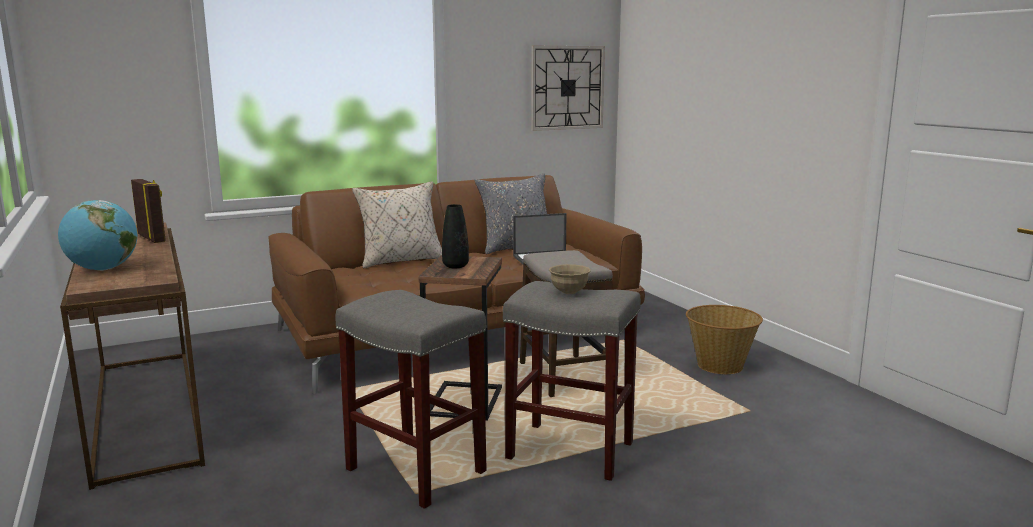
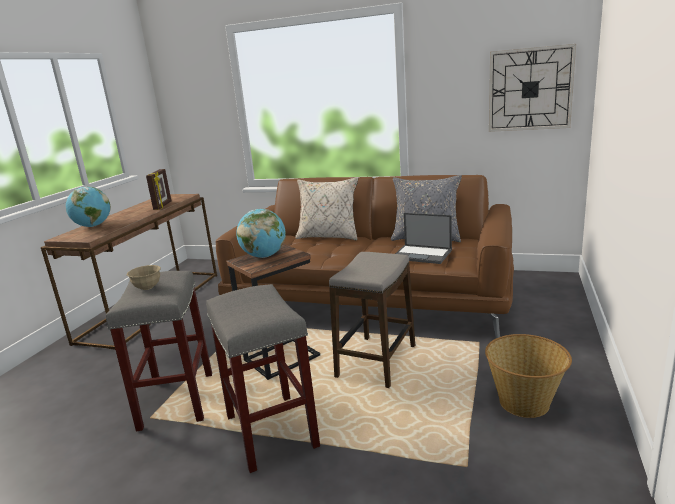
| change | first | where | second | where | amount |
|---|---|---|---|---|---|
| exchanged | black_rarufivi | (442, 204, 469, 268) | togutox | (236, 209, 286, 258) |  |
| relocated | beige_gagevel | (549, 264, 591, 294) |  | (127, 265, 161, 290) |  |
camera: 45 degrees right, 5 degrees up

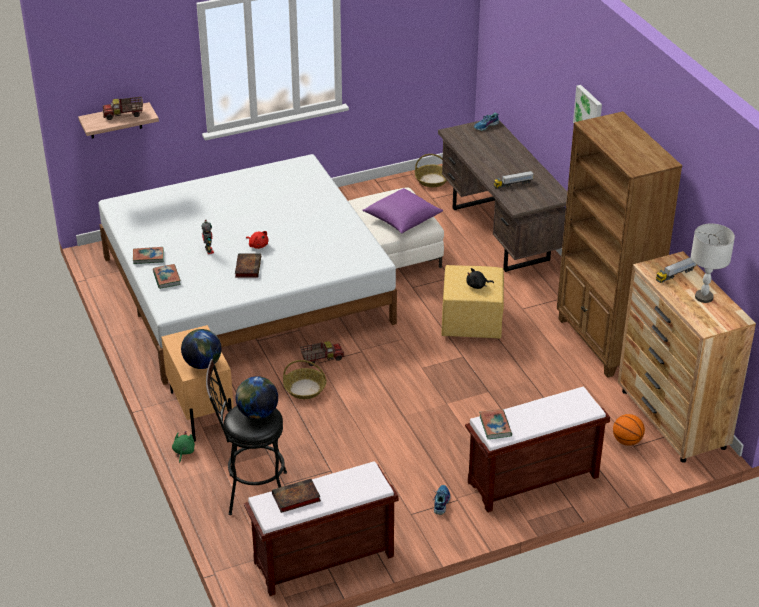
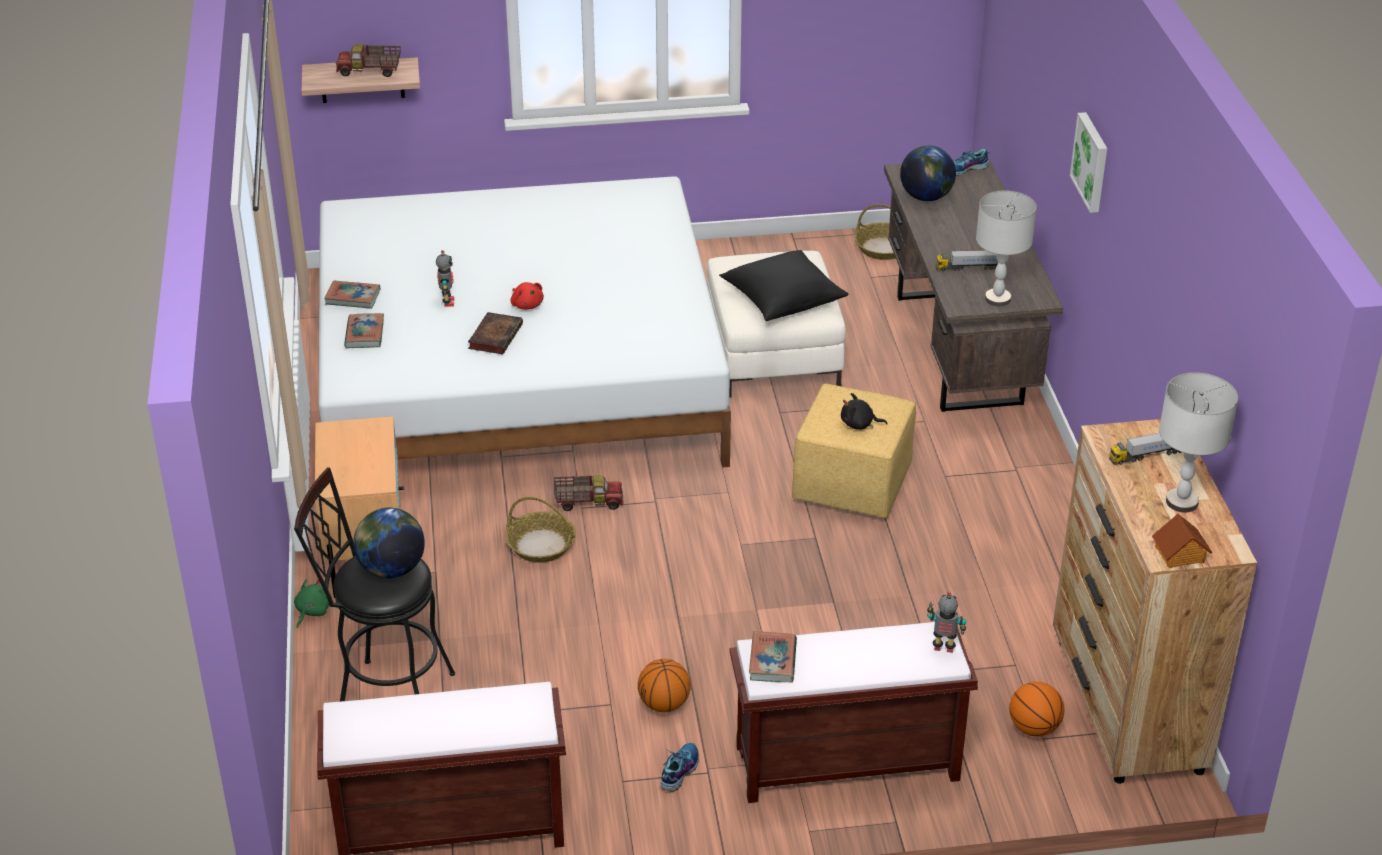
| change | first | where | second | where | amount |
|---|---|---|---|---|---|
| missing | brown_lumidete | (557, 111, 682, 378) |  |  |  |
| colour | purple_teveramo | (362, 188, 443, 234) | black_teveramo | (719, 250, 848, 321) |  |
| relocated | togutox | (181, 329, 221, 369) |  | (900, 146, 956, 201) |  |
| missing | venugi | (272, 479, 321, 513) |  |  |  |
| appeared |  |  | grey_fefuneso | (976, 190, 1037, 306) |  |
| appeared |  |  | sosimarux | (1152, 513, 1213, 569) |  |
| appeared |  |  | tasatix | (927, 592, 966, 653) |  |
| appeared |  |  | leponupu | (638, 659, 691, 713) |  |
camera: 15 degrees right, 0 degrees up

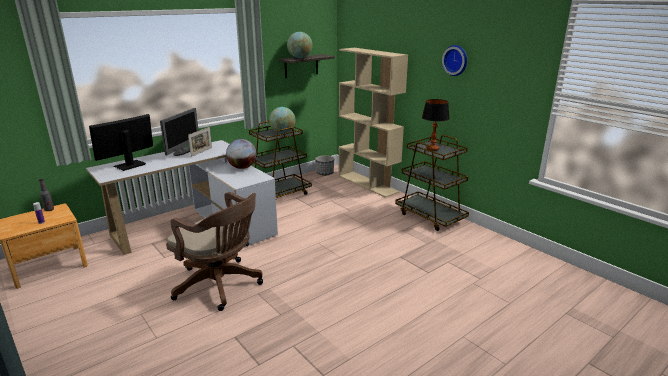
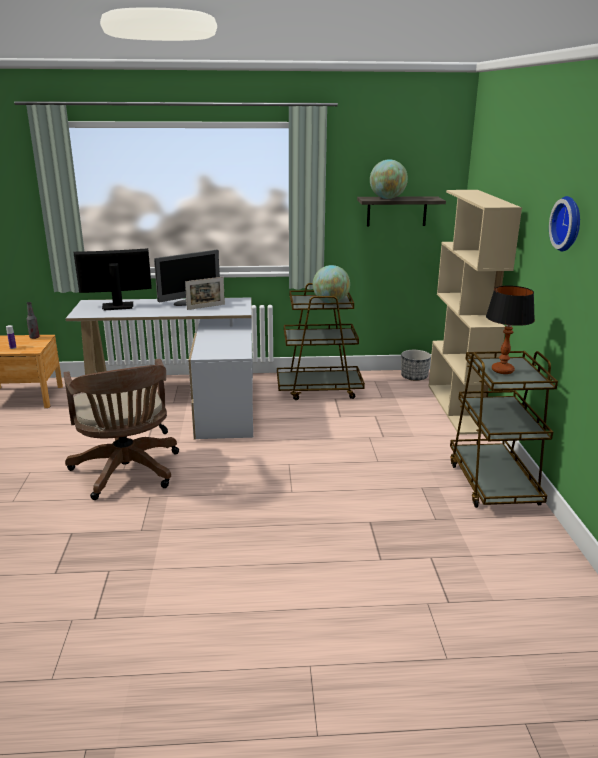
| change | first | where | second | where | amount |
|---|---|---|---|---|---|
| missing | togutox | (226, 139, 256, 169) |  |  |  |
camera: 35 degrees right, 0 degrees up

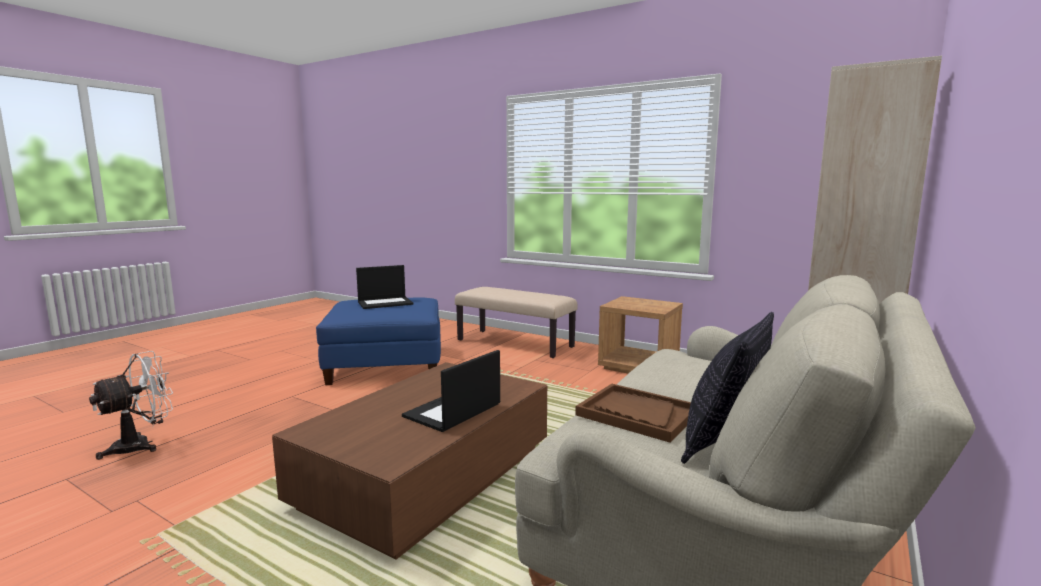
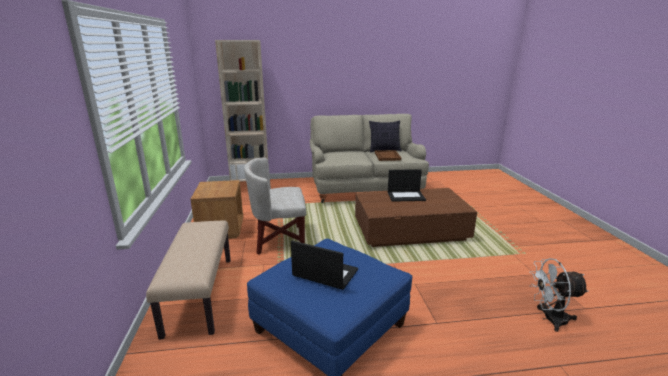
| change | first | where | second | where | amount |
|---|---|---|---|---|---|
| appeared |  |  | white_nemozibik | (244, 158, 306, 255) |  |
camera: 130 degrees left, 10 degrees up

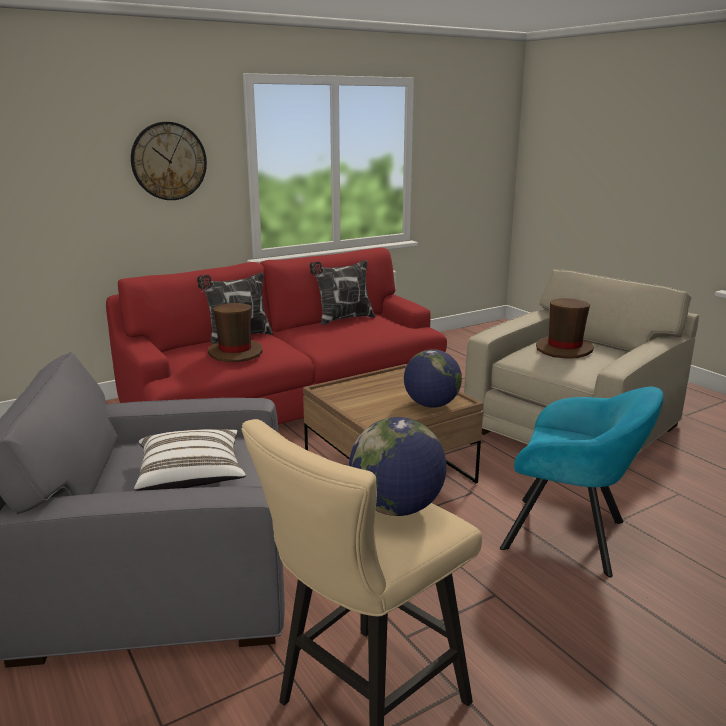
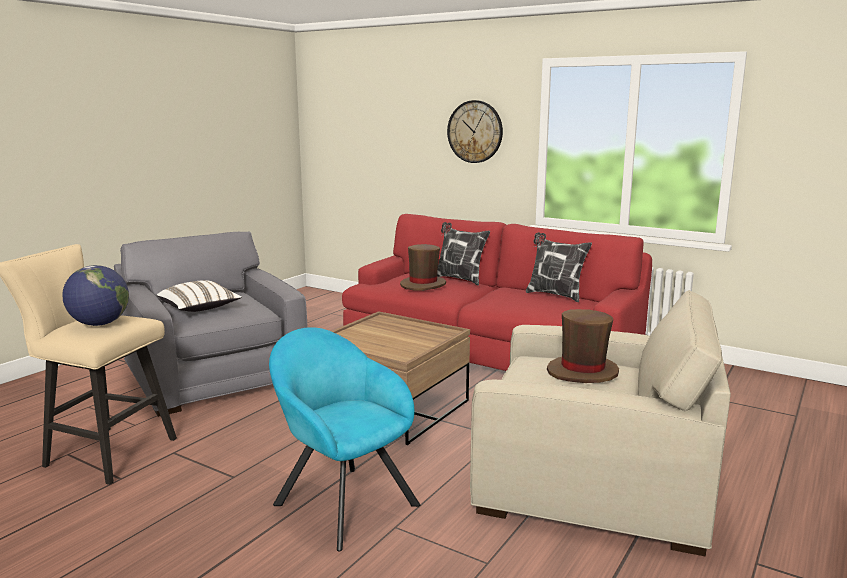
| change | first | where | second | where | amount |
|---|---|---|---|---|---|
| missing | togutox | (404, 349, 462, 408) |  |  |  |
| spun | turquoise_nemozibik | (500, 387, 663, 577) |  | (269, 327, 420, 551) | 135 degrees clockwise |
camera: 65 degrees right, 5 degrees down

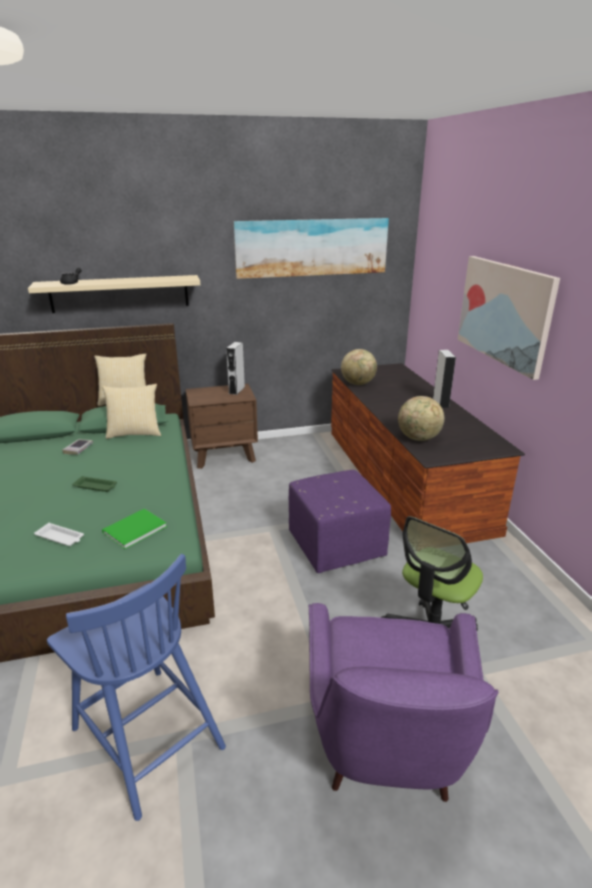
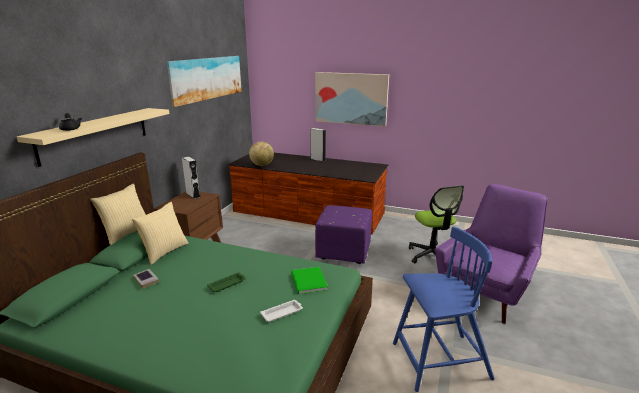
| change | first | where | second | where | amount |
|---|---|---|---|---|---|
| missing | togutox | (398, 396, 444, 441) |  |  |  |
| spun | purple_nemozibik | (309, 603, 499, 802) |  | (435, 184, 548, 324) | 90 degrees counterclockwise |
camera: 55 degrees left, 5 degrees down

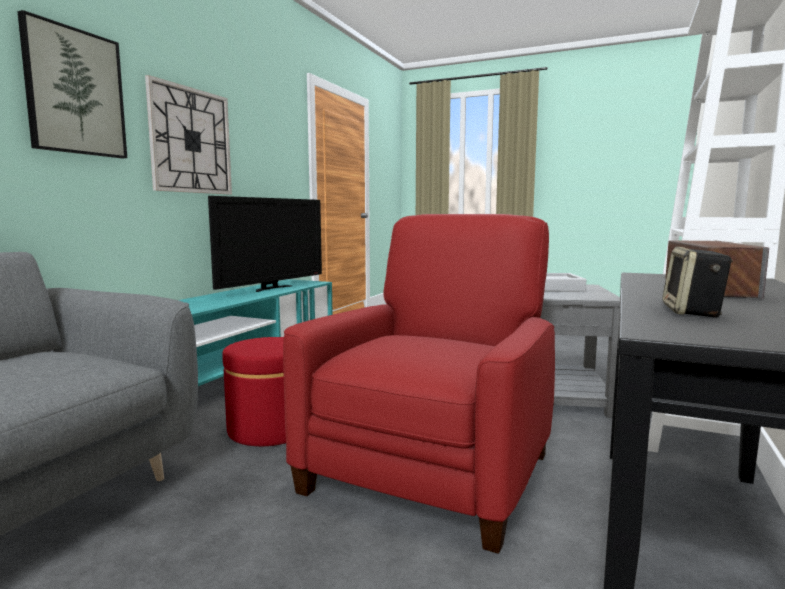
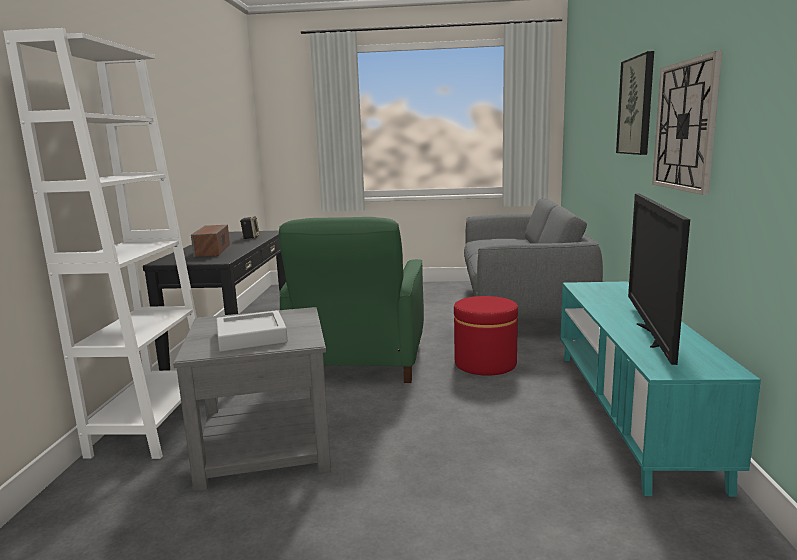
| change | first | where | second | where | amount |
|---|---|---|---|---|---|
| colour | red_nemozibik | (283, 214, 555, 554) | green_nemozibik | (279, 217, 424, 383) |  |
camera: 160 degrees right, 5 degrees up

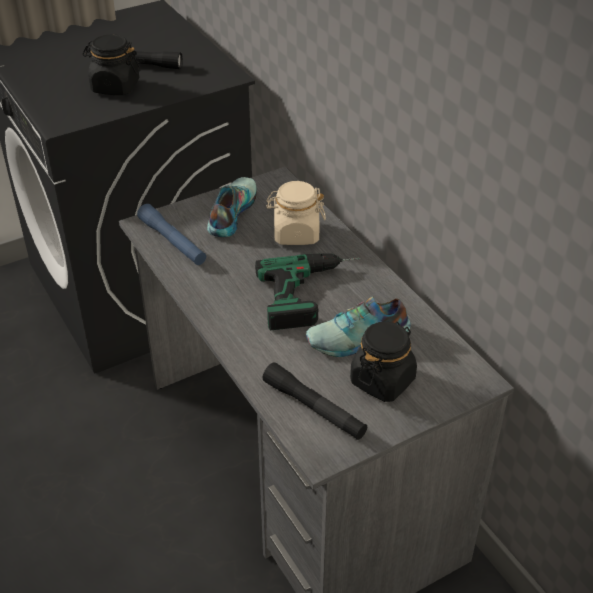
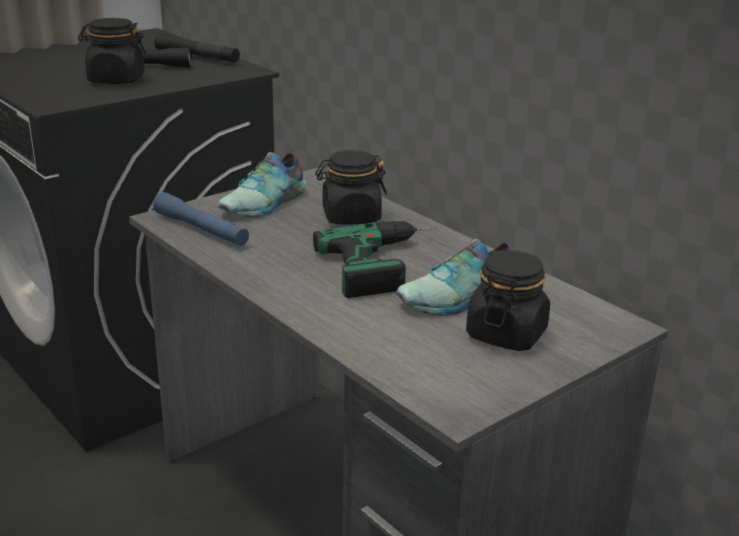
| change | first | where | second | where | amount |
|---|---|---|---|---|---|
| spun | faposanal | (207, 177, 257, 237) |  | (218, 152, 307, 217) | 150 degrees counterclockwise |
| colour | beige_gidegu | (266, 181, 326, 245) | black_gidegu | (315, 150, 387, 225) |  |
| relocated | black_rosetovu | (263, 362, 367, 440) |  | (154, 32, 240, 63) |  |
camera: 10 degrees left, 15 degrees down

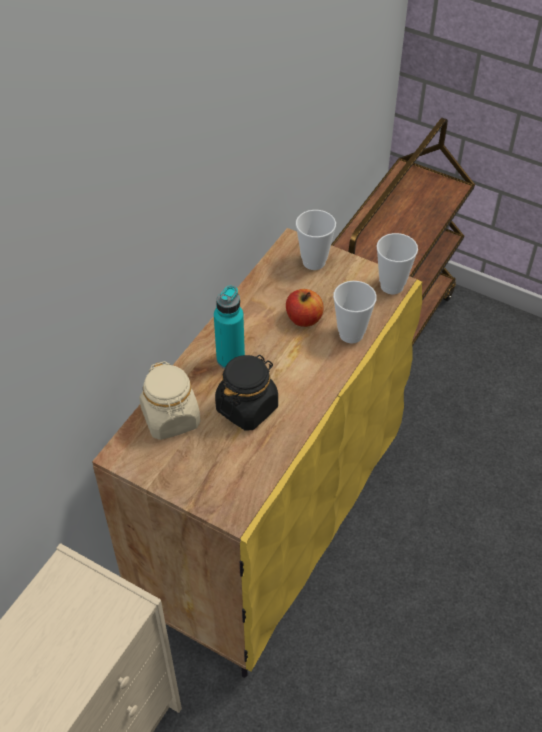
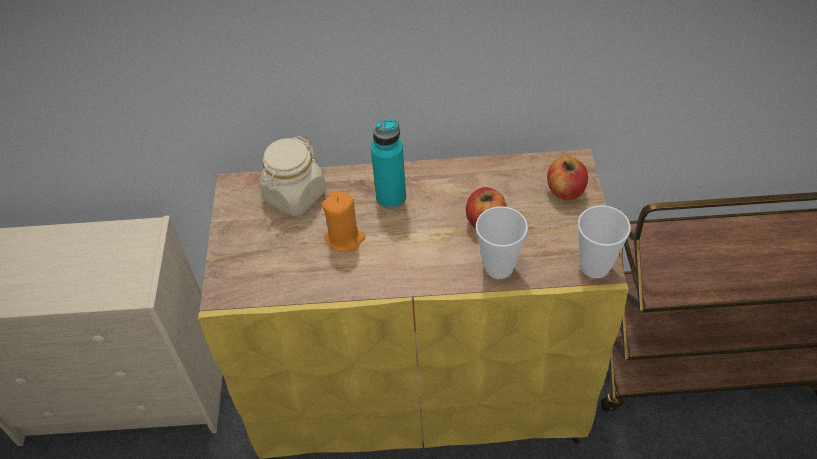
| change | first | where | second | where | amount |
|---|---|---|---|---|---|
| exchanged | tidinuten | (296, 210, 336, 270) | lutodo | (547, 156, 588, 200) |  |
| exchanged | black_gidegu | (215, 355, 278, 431) | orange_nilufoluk | (322, 192, 365, 252) |  |
camera: 60 degrees right, 0 degrees up

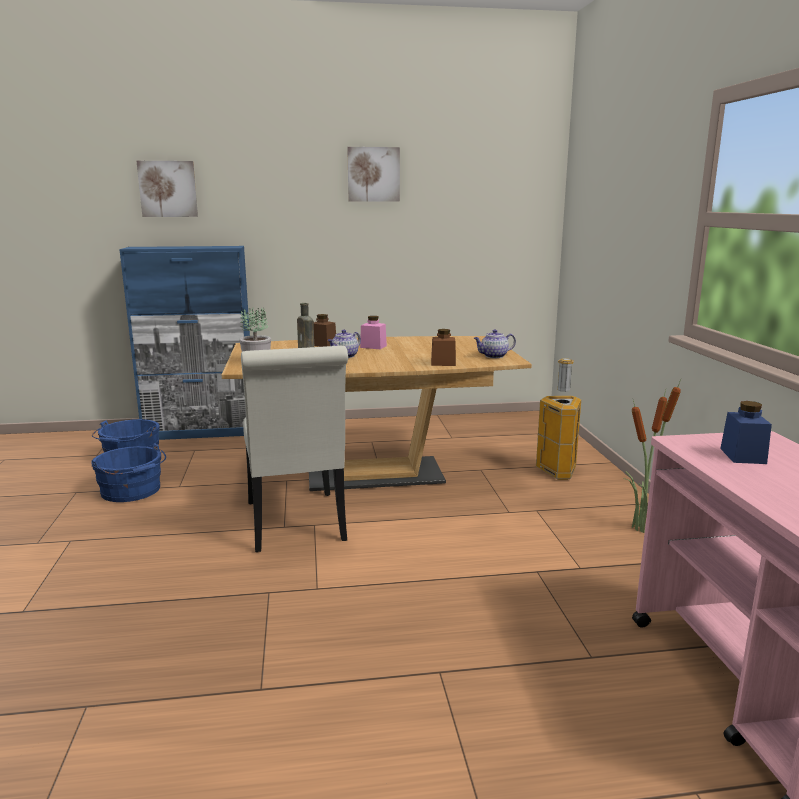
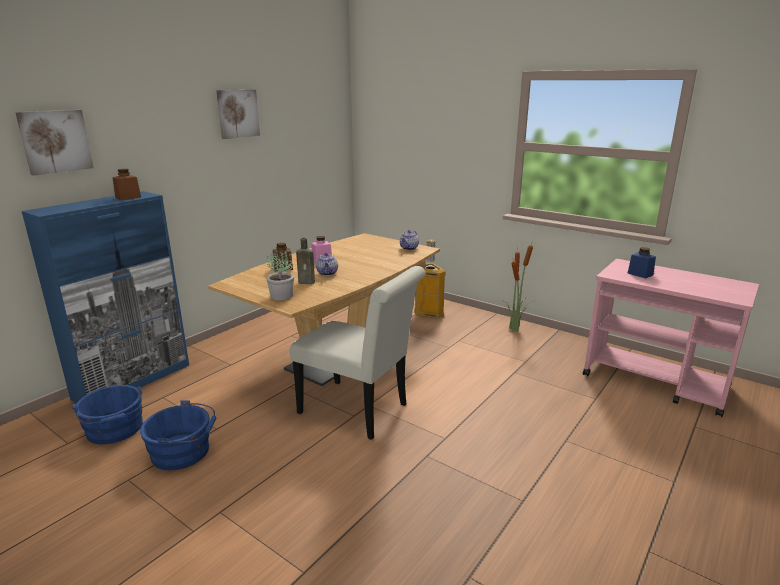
| change | first | where | second | where | amount |
|---|---|---|---|---|---|
| relocated | brown_gidegu | (431, 329, 456, 366) |  | (112, 169, 141, 200) |  |
camera: 45 degrees left, 5 degrees up

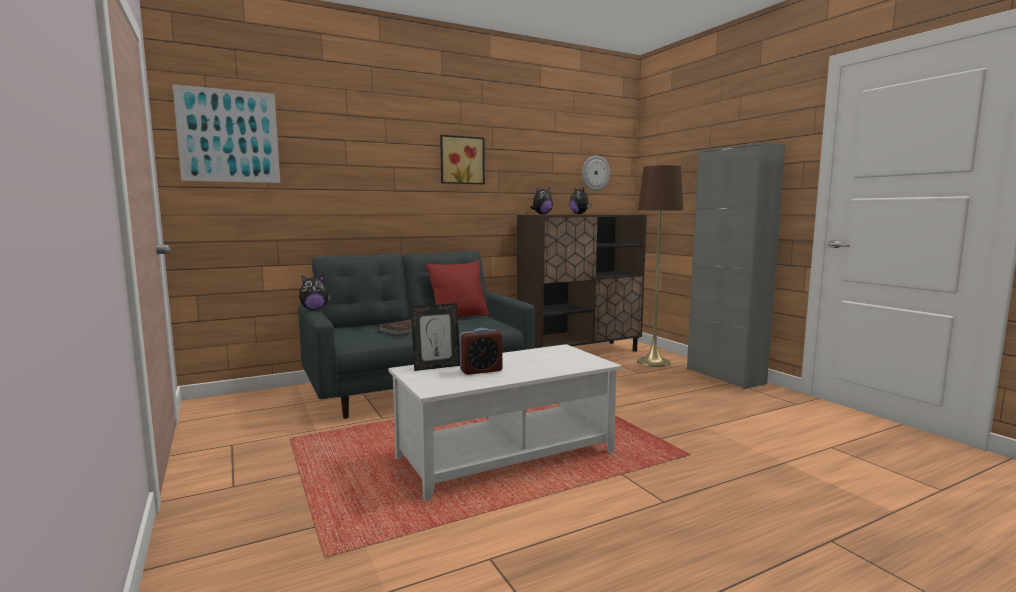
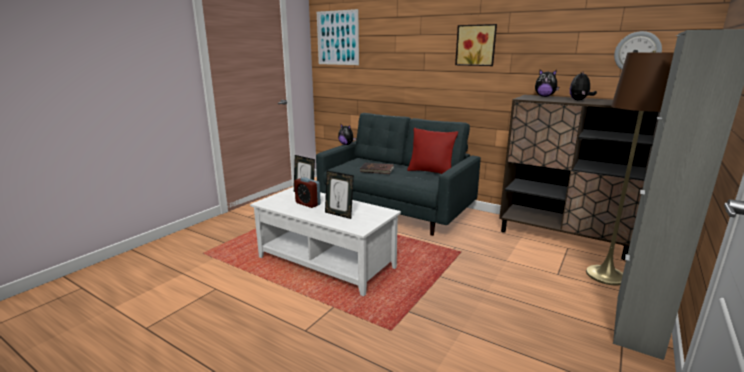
| change | first | where | second | where | amount |
|---|---|---|---|---|---|
| appeared |  |  | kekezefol | (325, 171, 354, 219) |  |
camera: 60 degrees right, 10 degrees up

